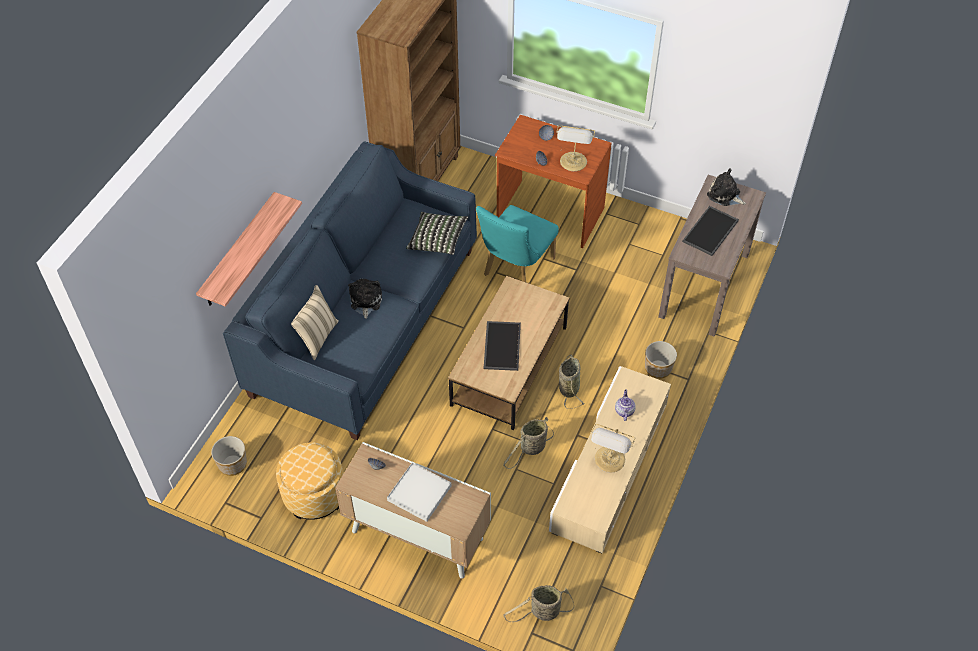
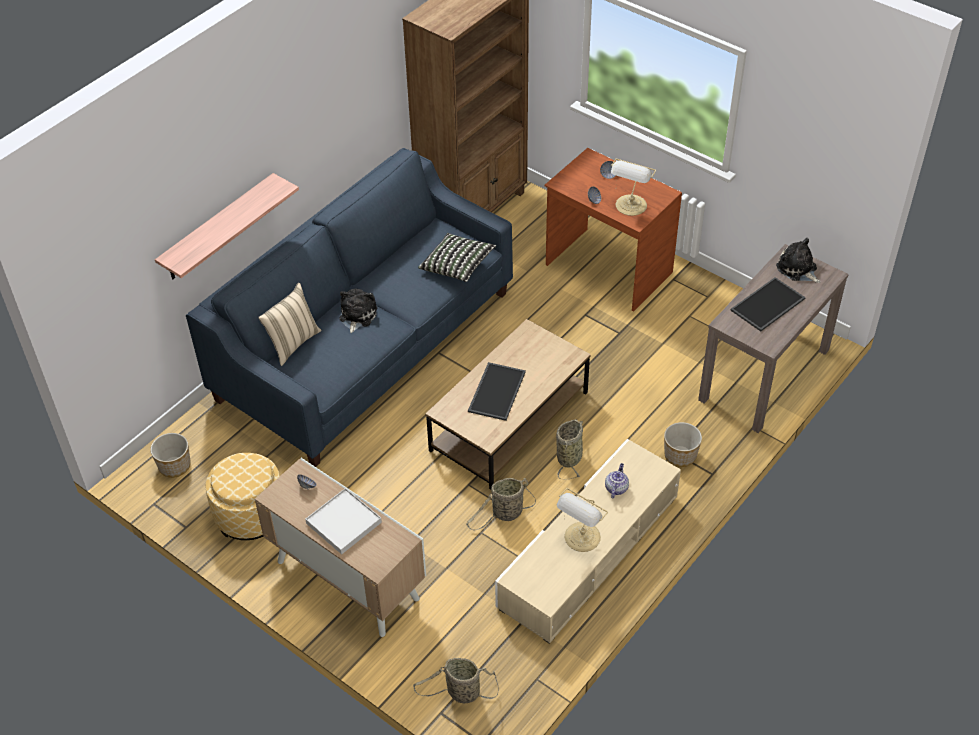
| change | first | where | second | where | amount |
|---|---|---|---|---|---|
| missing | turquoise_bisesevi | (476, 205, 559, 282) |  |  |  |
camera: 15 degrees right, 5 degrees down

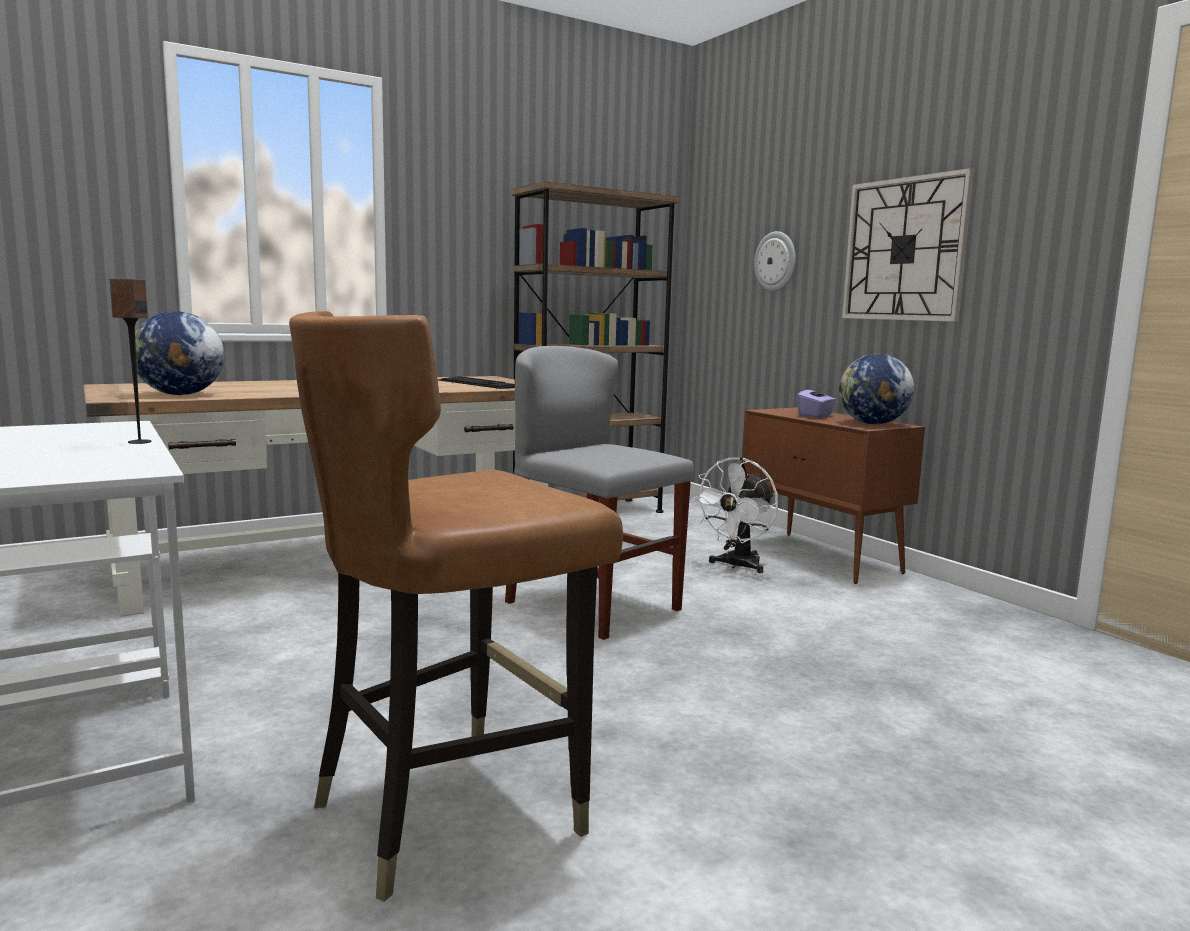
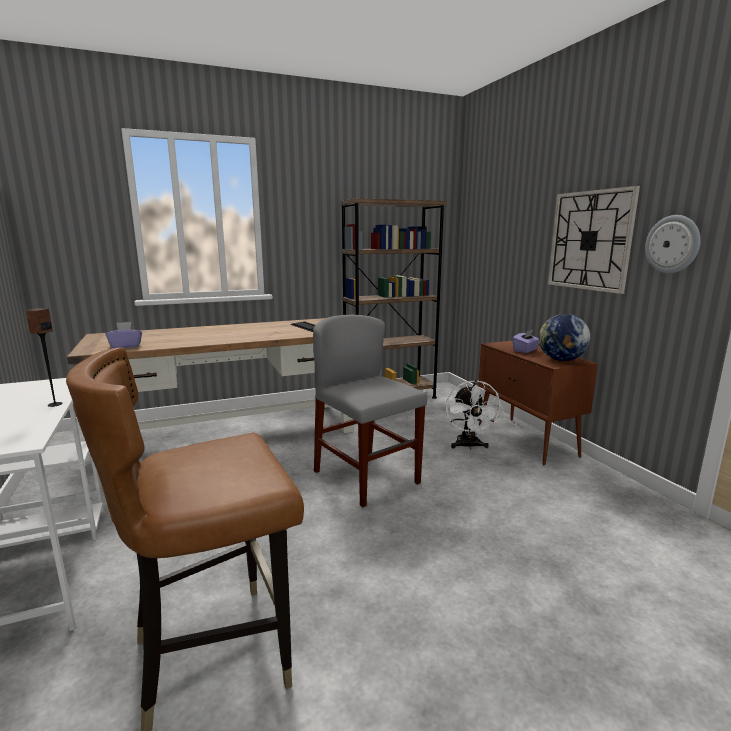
| change | first | where | second | where | amount |
|---|---|---|---|---|---|
| relocated | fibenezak | (754, 231, 796, 291) |  | (645, 215, 701, 274) |  |
| exchanged | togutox | (135, 311, 224, 395) | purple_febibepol | (106, 322, 142, 348) |  |
| spun | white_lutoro | (692, 457, 778, 573) |  | (446, 380, 503, 449) | 45 degrees counterclockwise |
camera: 10 degrees right, 5 degrees up

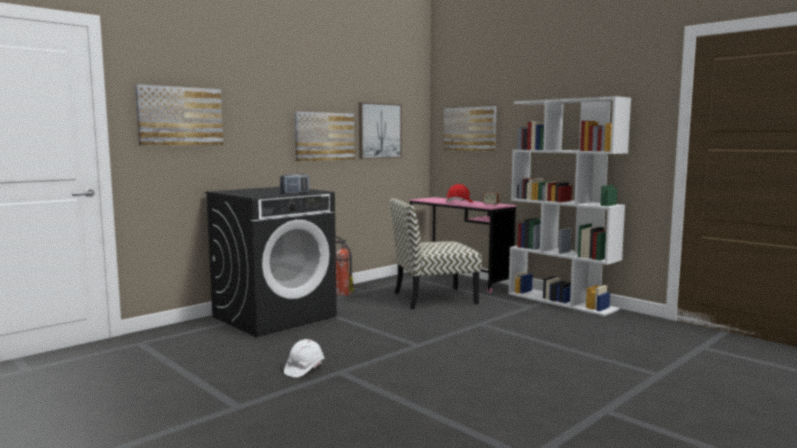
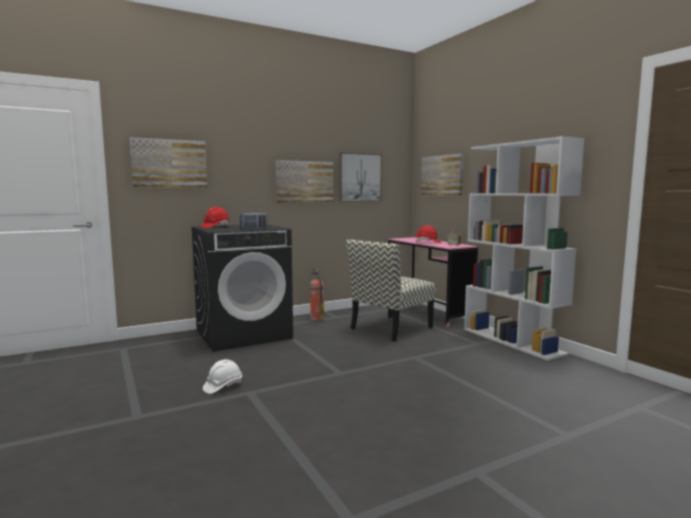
| change | first | where | second | where | amount |
|---|---|---|---|---|---|
| spun | bisesevi | (390, 198, 482, 309) |  | (346, 239, 436, 341) | 45 degrees counterclockwise |
| appeared |  |  | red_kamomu | (201, 207, 230, 228) |  |
camera: 15 degrees right, 0 degrees up

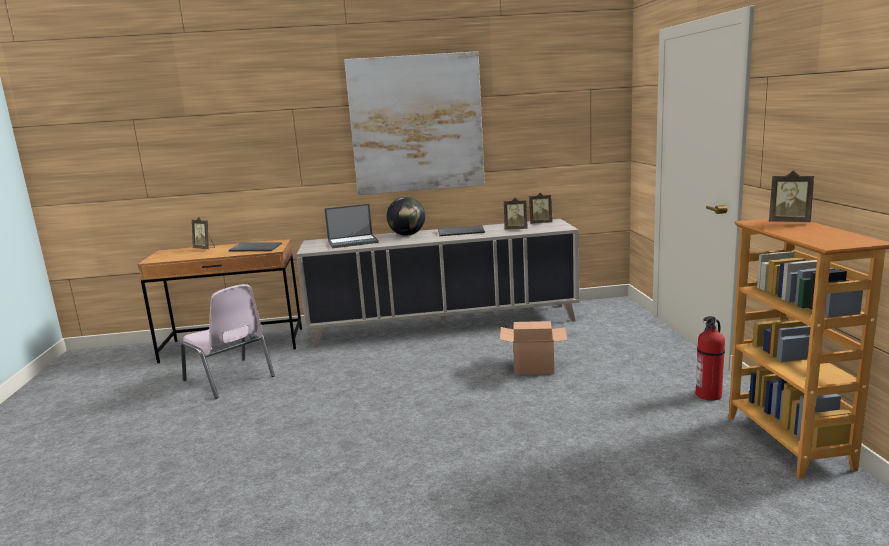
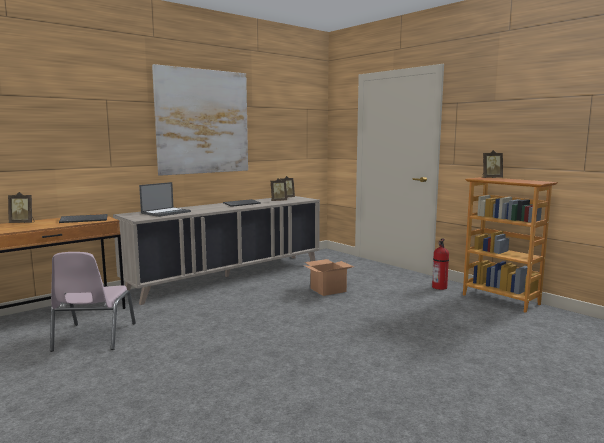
| change | first | where | second | where | amount |
|---|---|---|---|---|---|
| missing | togutox | (387, 197, 425, 236) |  |  |  |
| spun | pink_bisesevi | (181, 284, 275, 399) |  | (50, 252, 136, 352) | 75 degrees clockwise |
camera: 35 degrees left, 5 degrees down

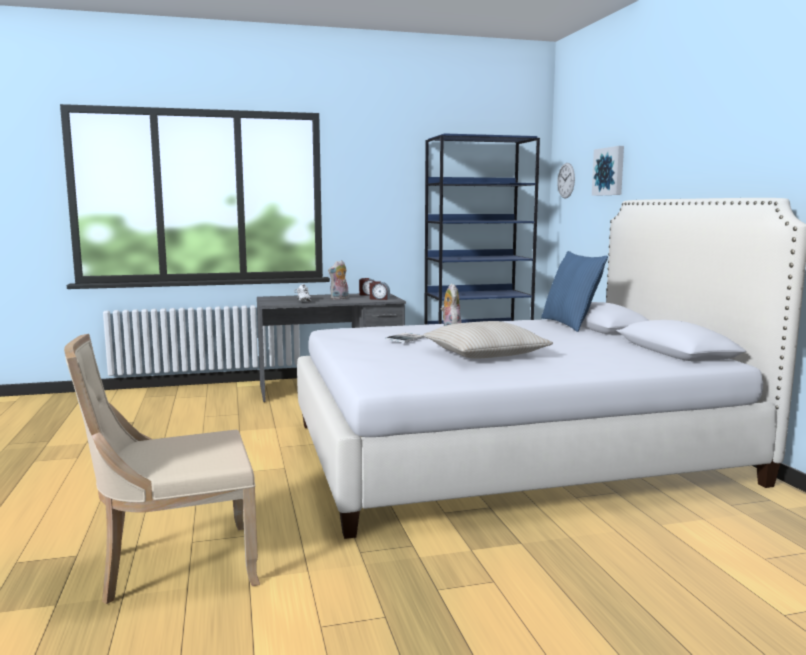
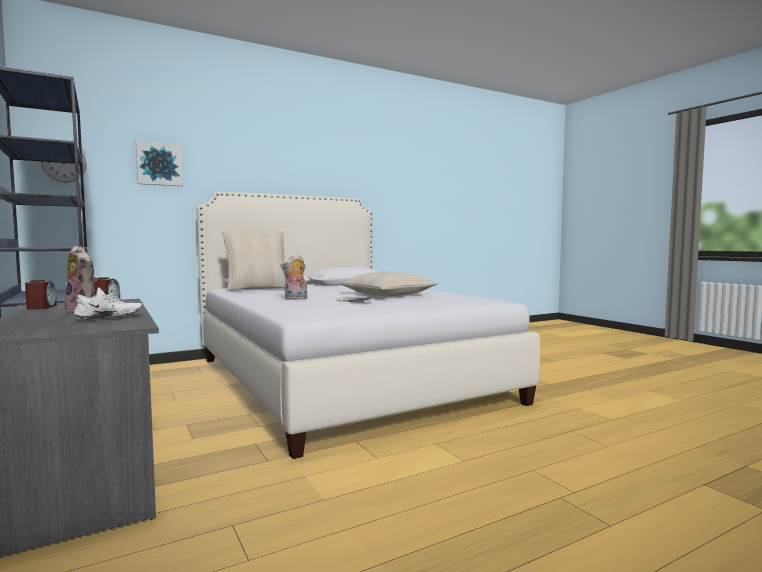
| change | first | where | second | where | amount |
|---|---|---|---|---|---|
| colour | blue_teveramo | (541, 251, 608, 332) | beige_teveramo | (222, 231, 285, 291) |  |
| missing | beige_bisesevi | (64, 334, 260, 604) |  |  |  |
camera: 105 degrees left, 5 degrees down

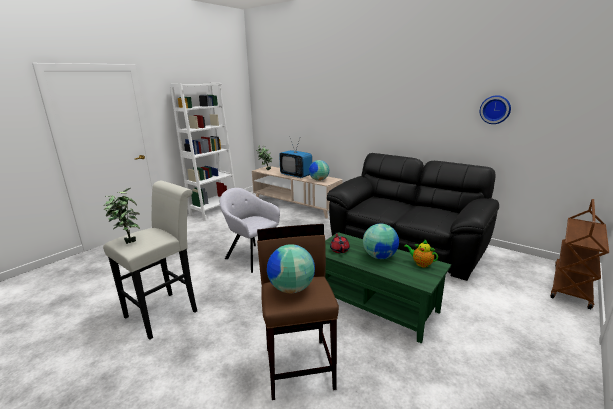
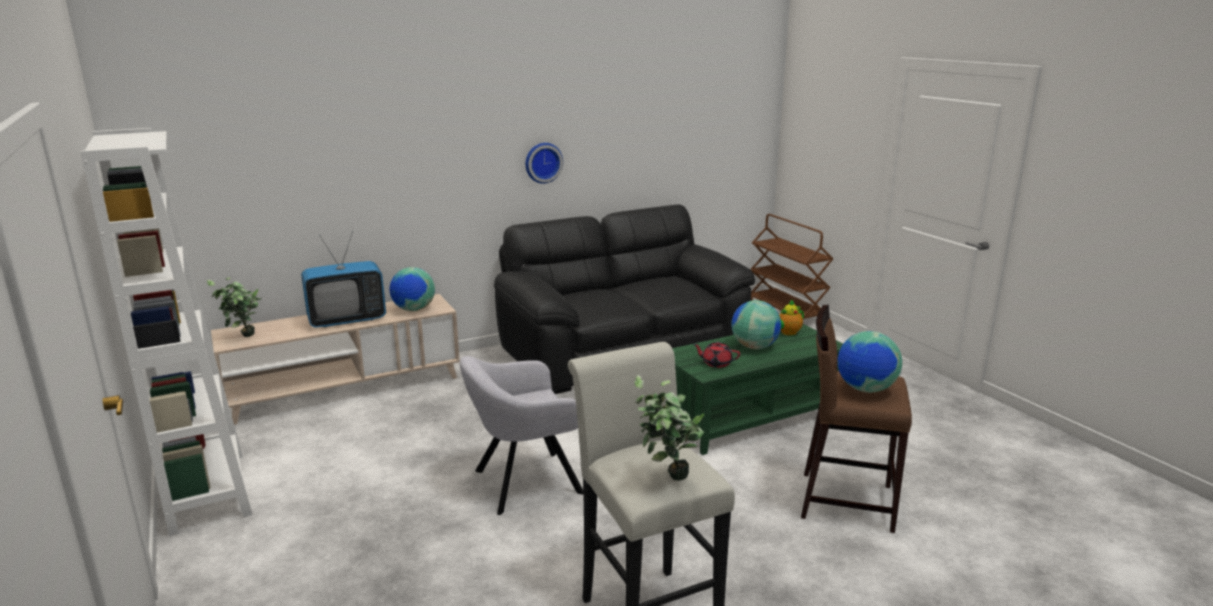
| change | first | where | second | where | amount |
|---|---|---|---|---|---|
| relocated | fibenezak | (480, 95, 511, 124) |  | (525, 143, 563, 184) |  |
camera: 65 degrees left, 0 degrees up

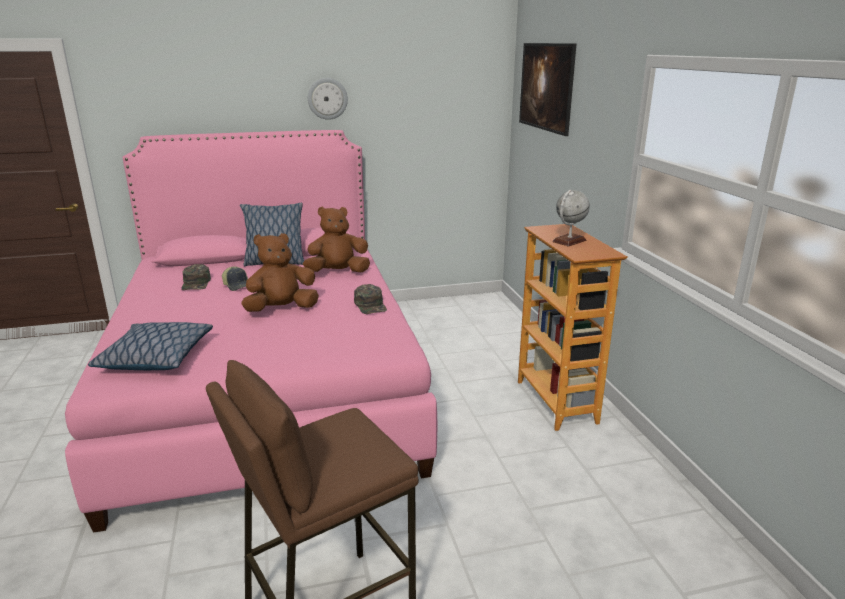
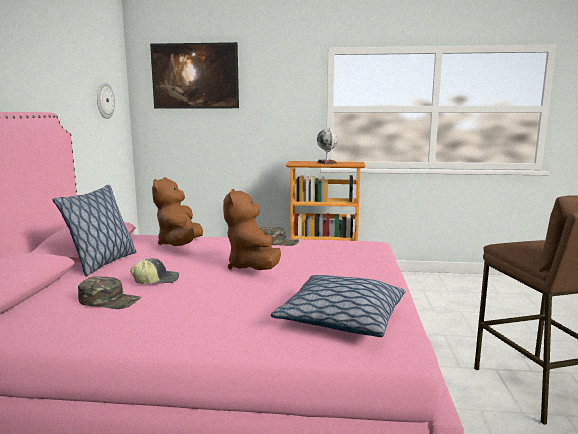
| change | first | where | second | where | amount |
|---|---|---|---|---|---|
| relocated | fibenezak | (308, 78, 348, 120) |  | (97, 82, 115, 119) |  |
camera: 70 degrees left, 10 degrees down

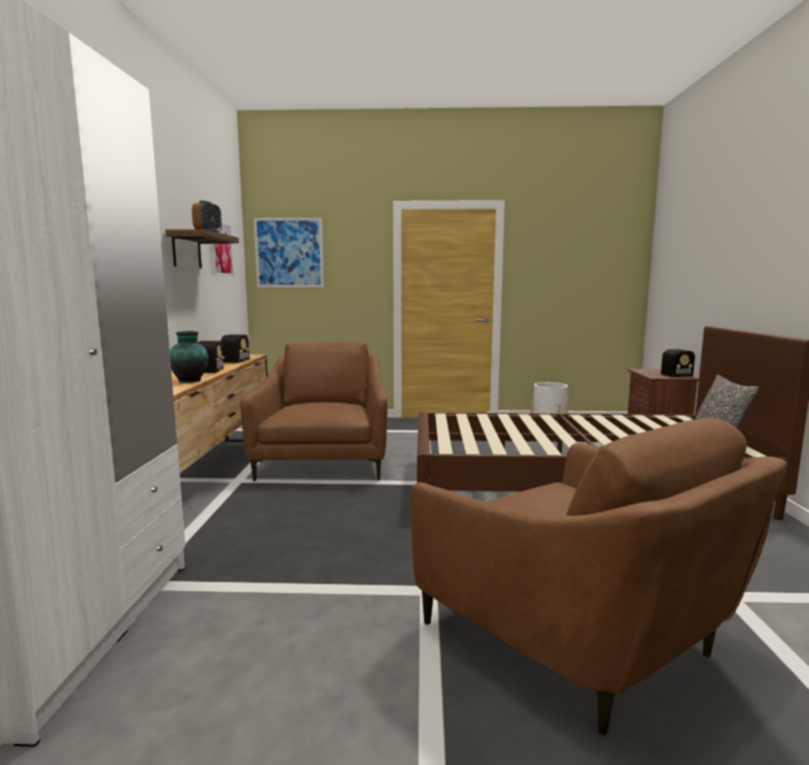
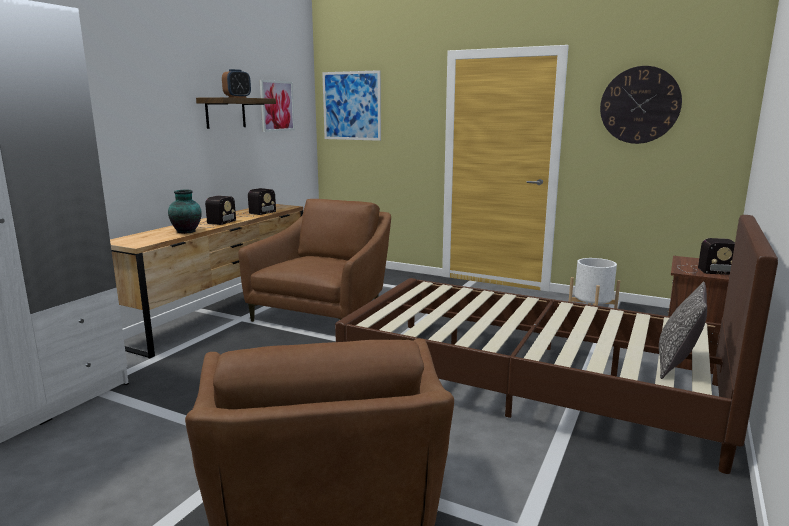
| change | first | where | second | where | amount |
|---|---|---|---|---|---|
| appeared |  |  | fibenezak | (600, 66, 682, 144) |  |
camera: 25 degrees right, 5 degrees up

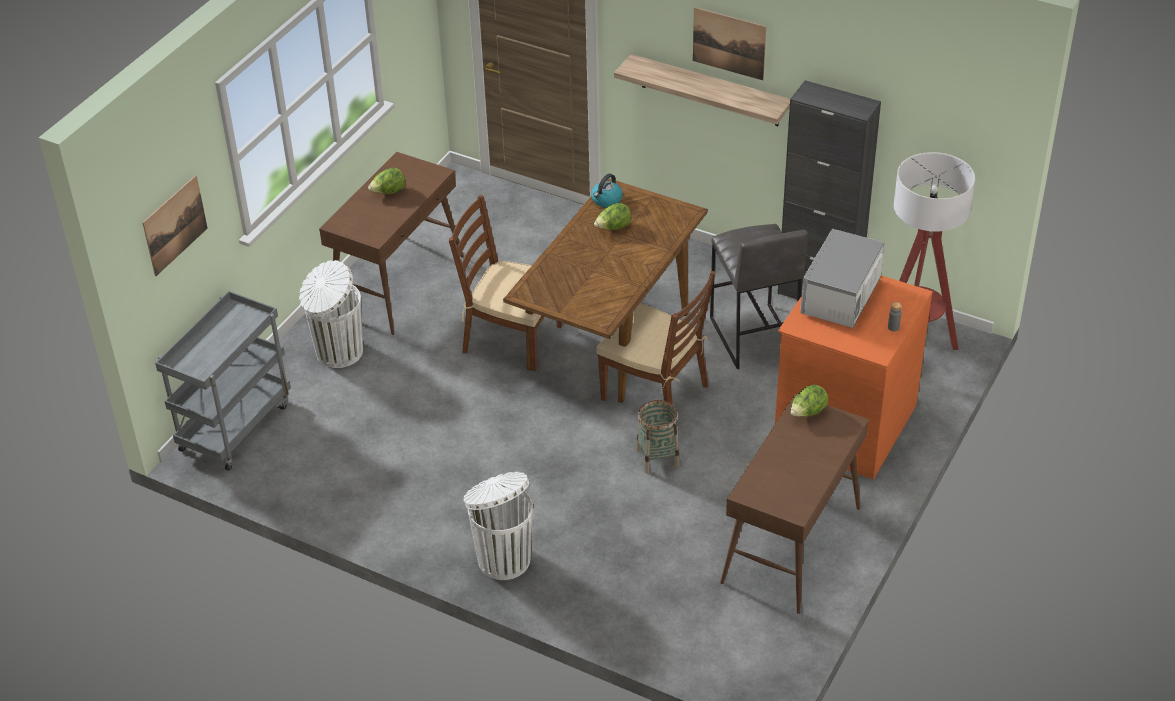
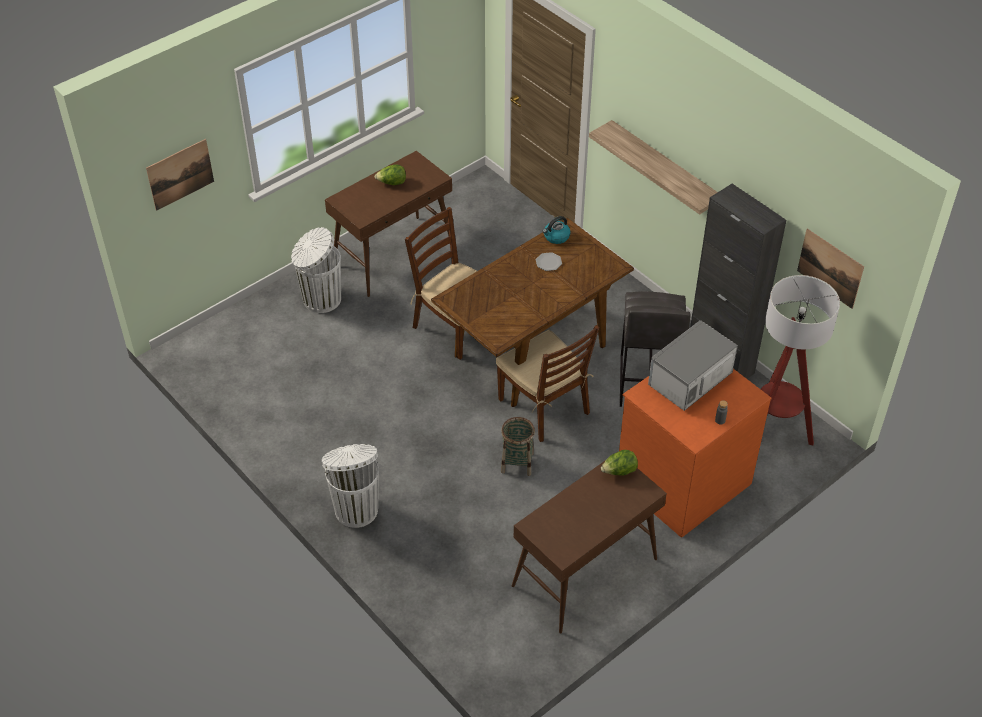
| change | first | where | second | where | amount |
|---|---|---|---|---|---|
| relocated | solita | (693, 7, 766, 80) |  | (797, 229, 864, 309) |  |
| exchanged | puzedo | (594, 203, 631, 230) | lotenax | (536, 252, 562, 271) |  |
| missing | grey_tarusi | (155, 291, 291, 471) |  |  |  |
camera: 20 degrees right, 5 degrees up

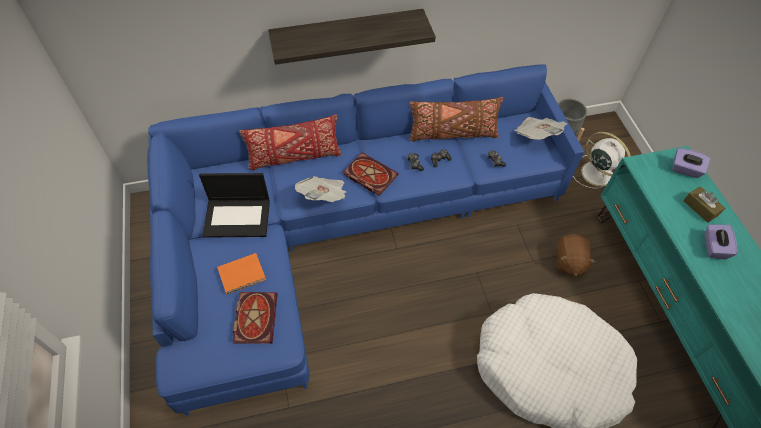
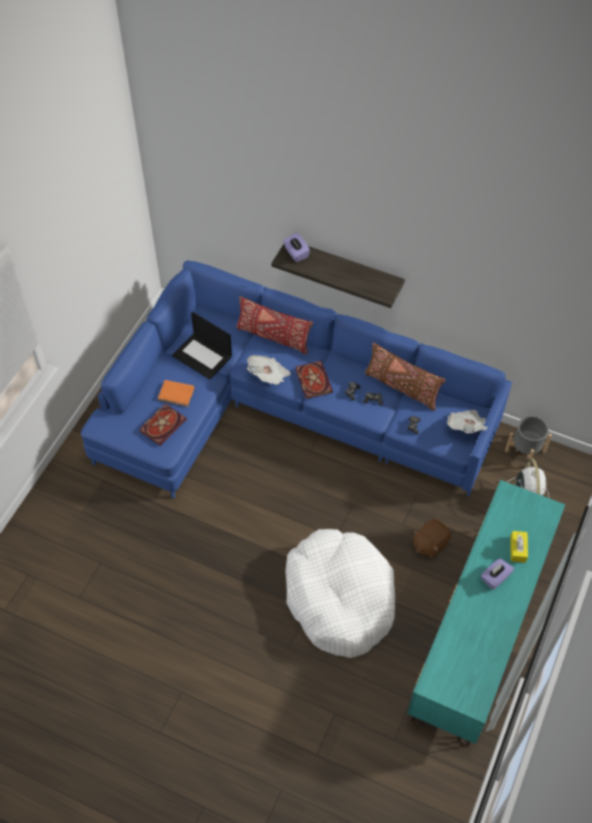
| change | first | where | second | where | amount |
|---|---|---|---|---|---|
| relocated | purple_febibepol | (672, 148, 710, 178) |  | (283, 232, 310, 262) |  |
| colour | brown_febibepol | (683, 186, 725, 223) | yellow_febibepol | (510, 531, 528, 563) |  |
camera: 40 degrees right, 0 degrees up

